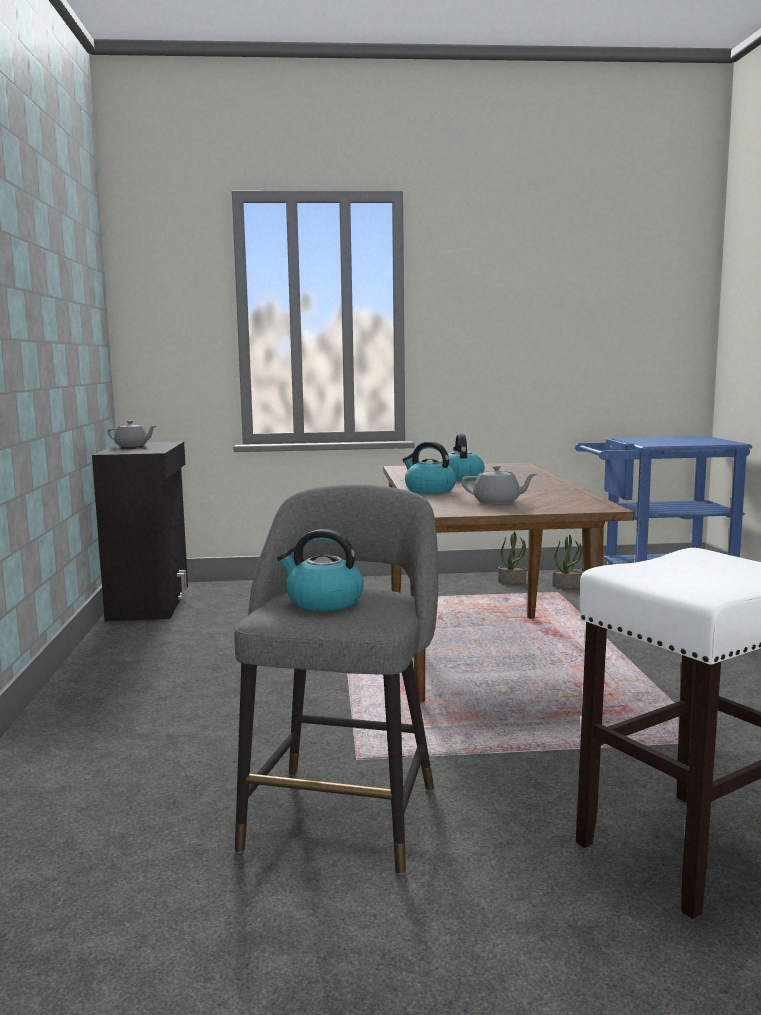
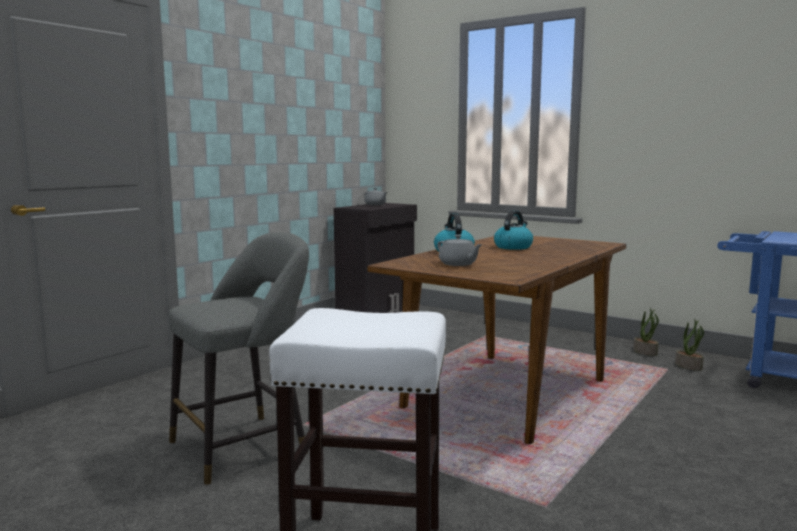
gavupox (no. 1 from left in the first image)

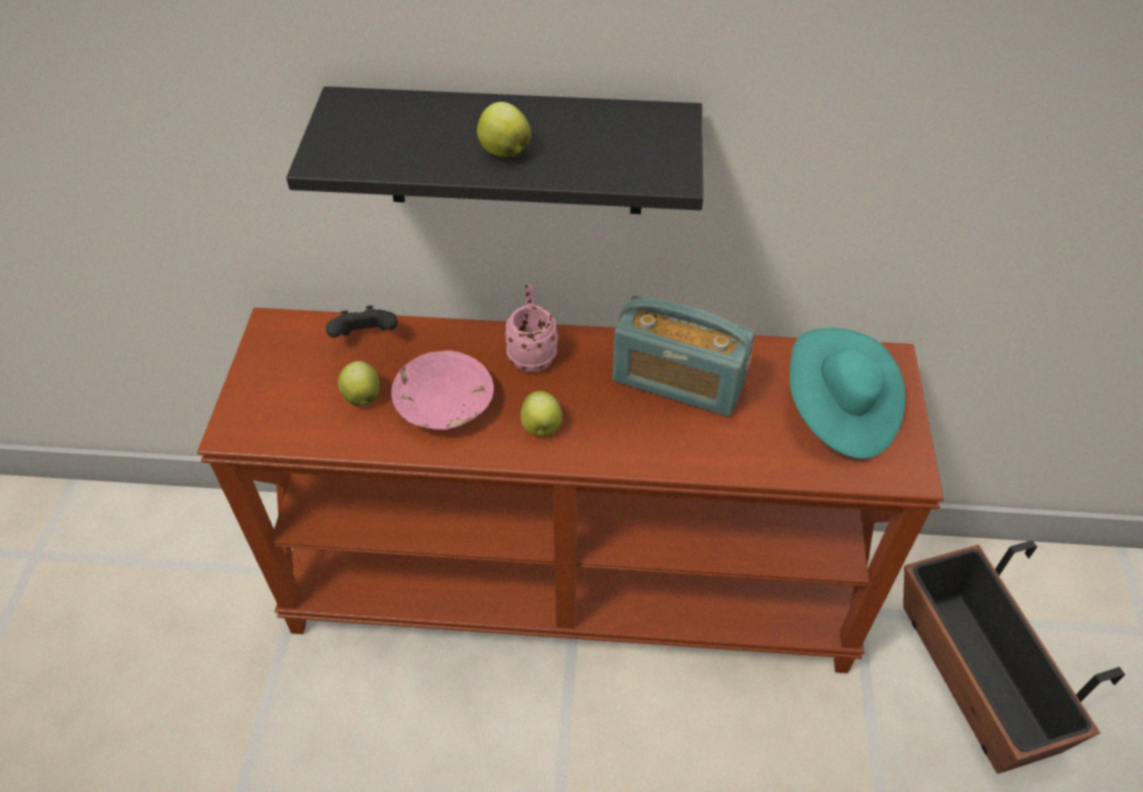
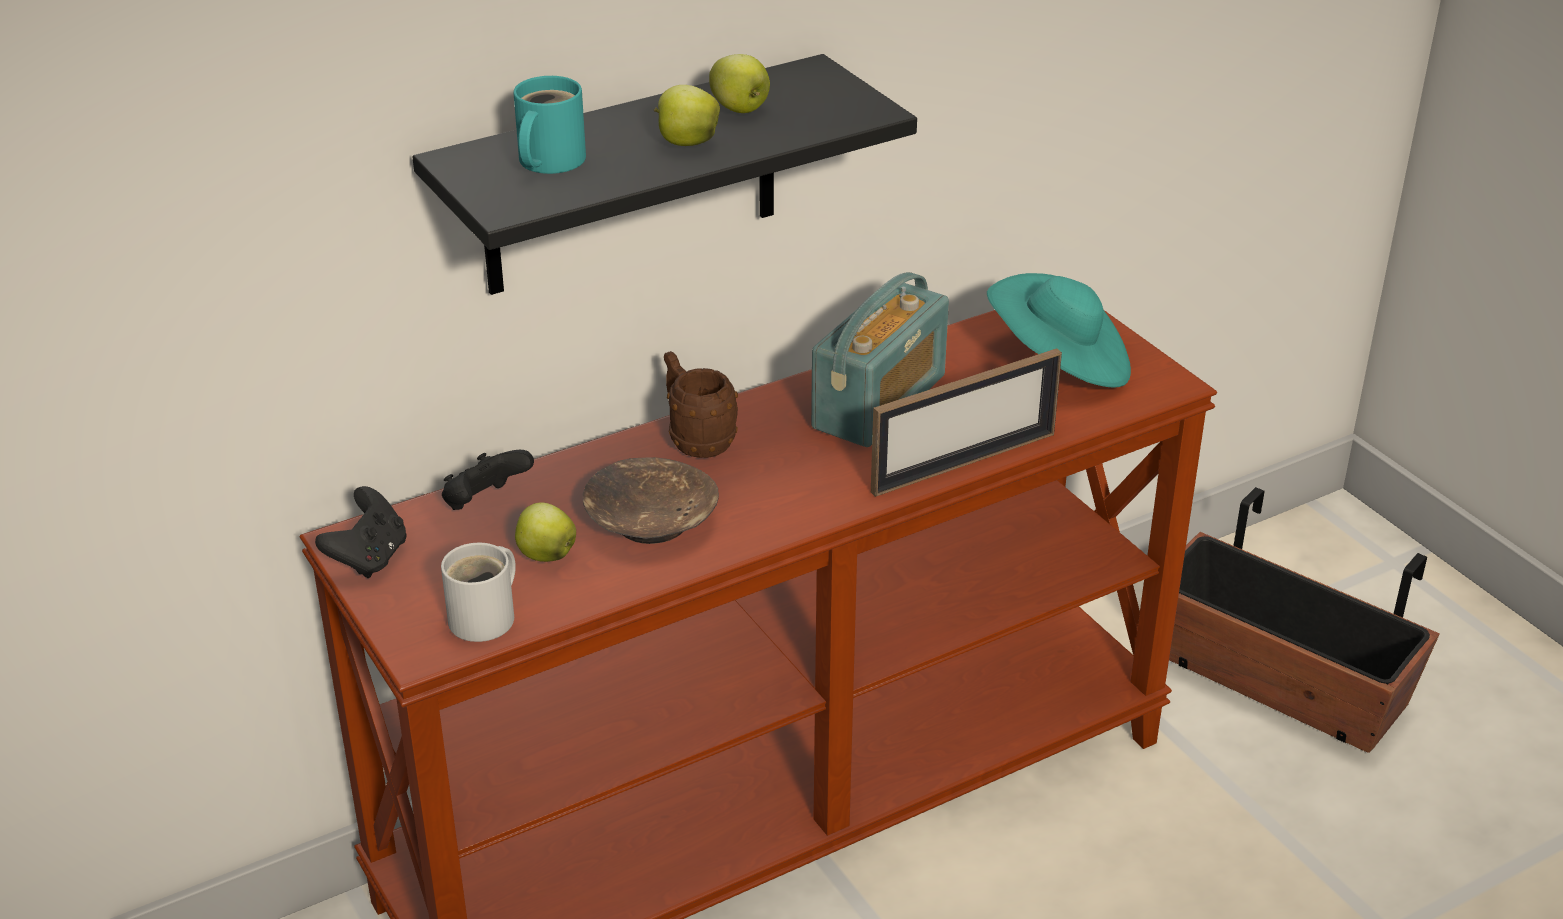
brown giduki
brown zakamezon
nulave (no. 3 from left)
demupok
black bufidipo (no. 1 from left)
white zakamezon
turquoise zakamezon
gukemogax

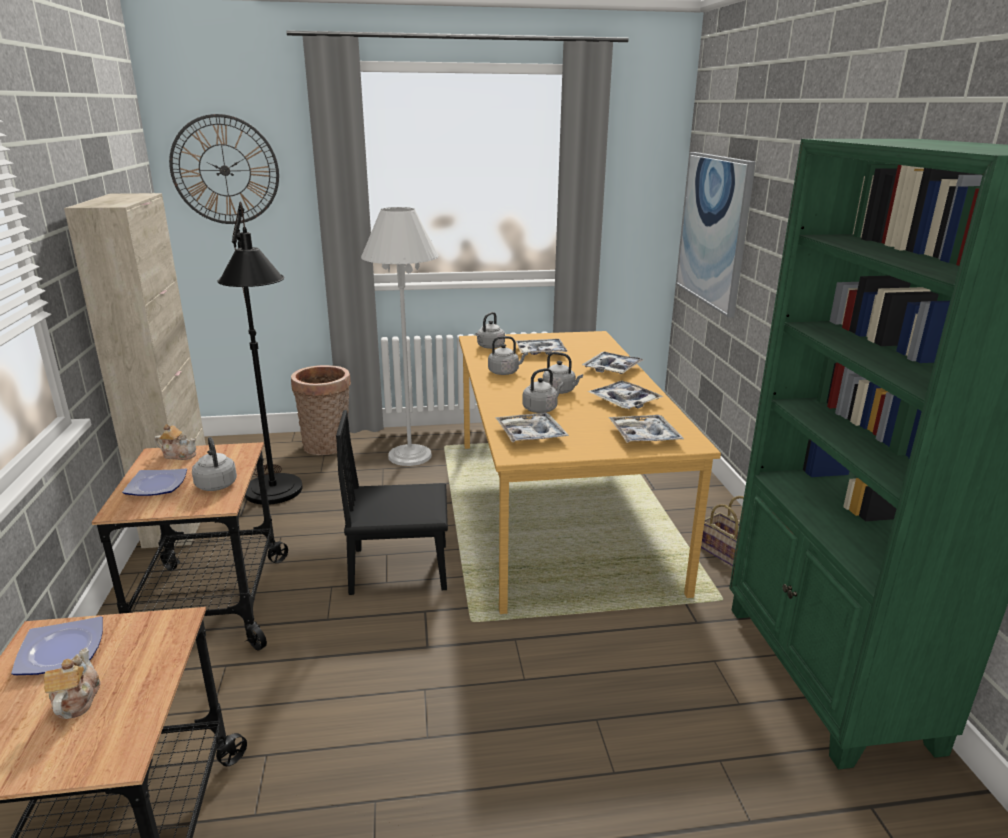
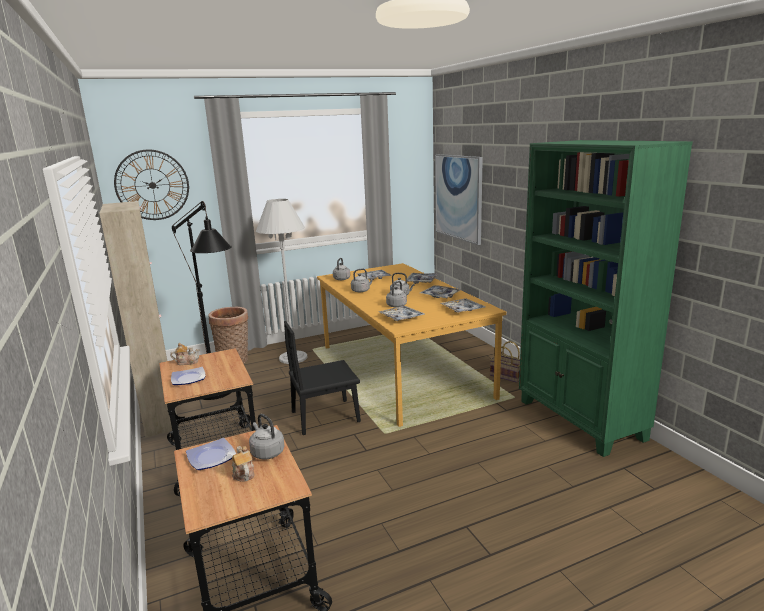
grey gavupox (no. 1 from left)

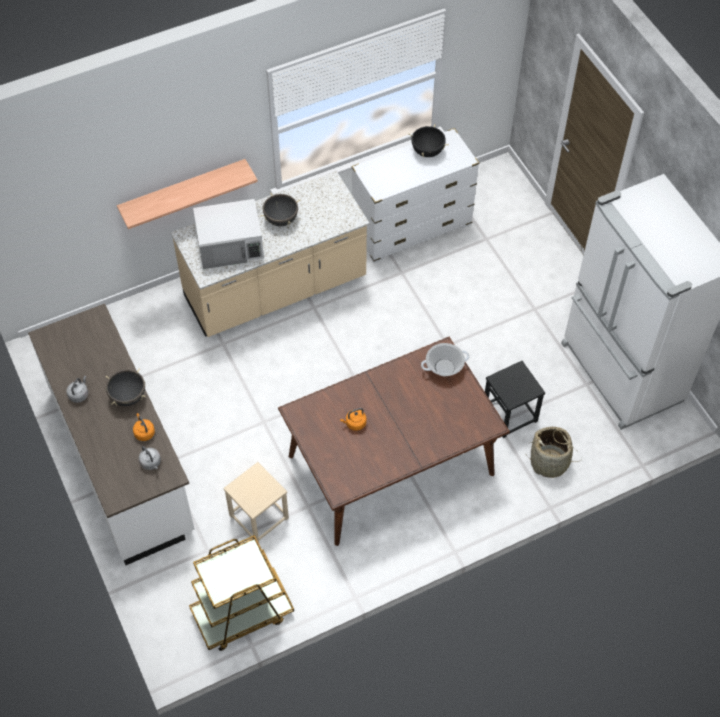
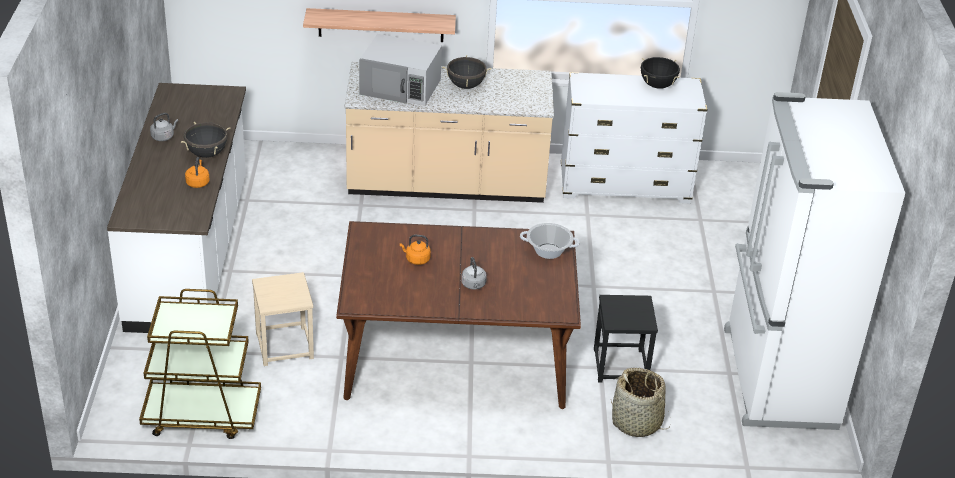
grey gavupox (no. 2 from left)

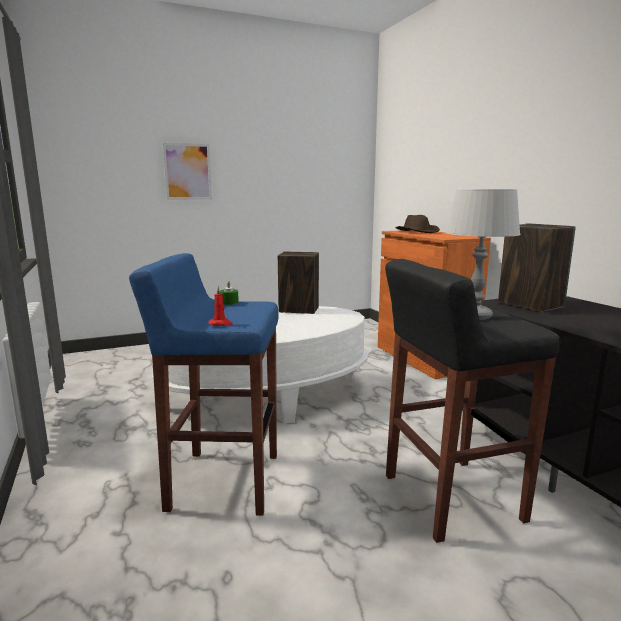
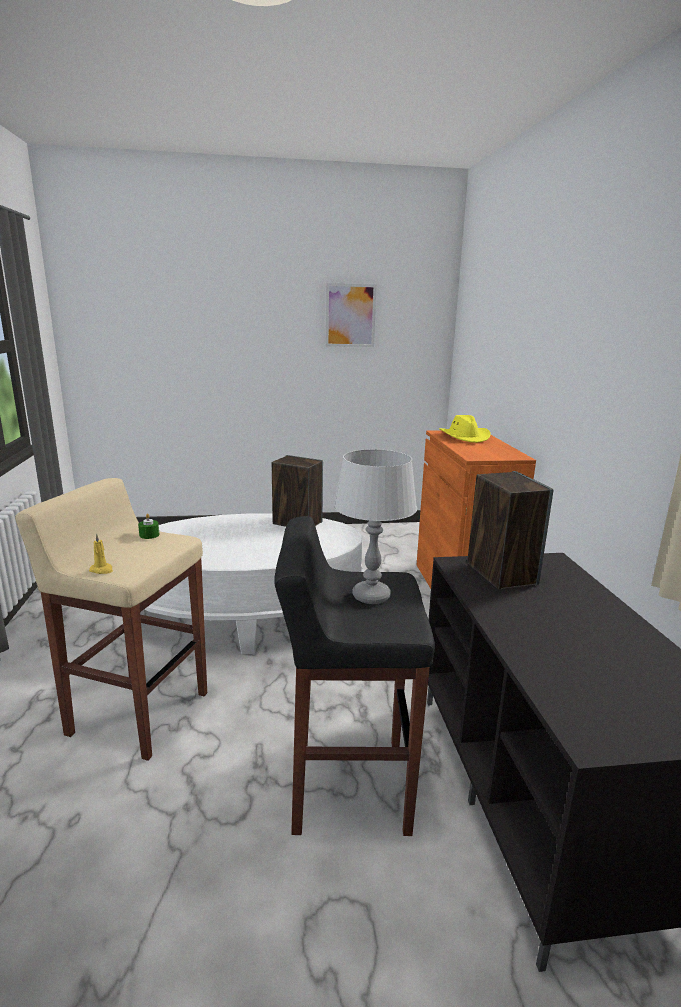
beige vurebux
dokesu
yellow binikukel
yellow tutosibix

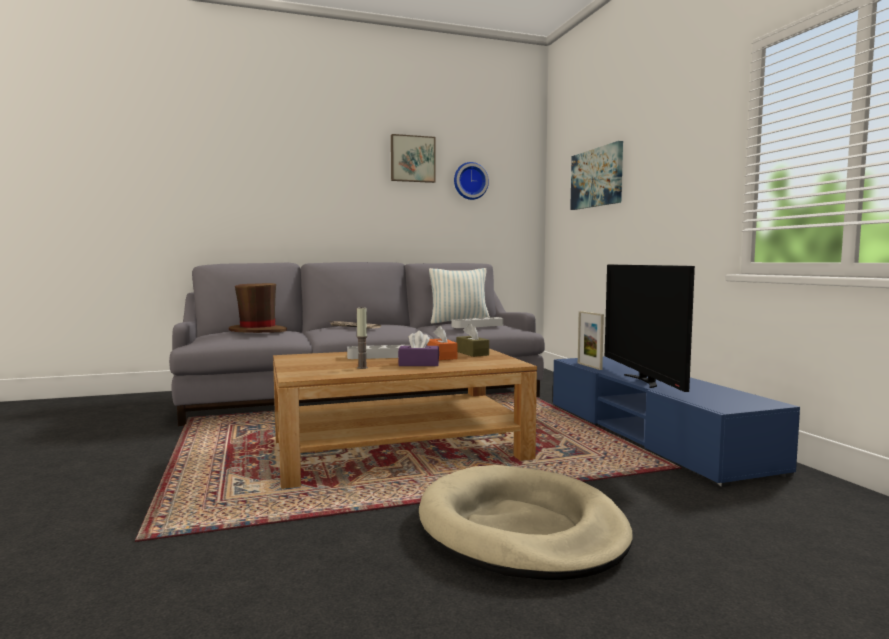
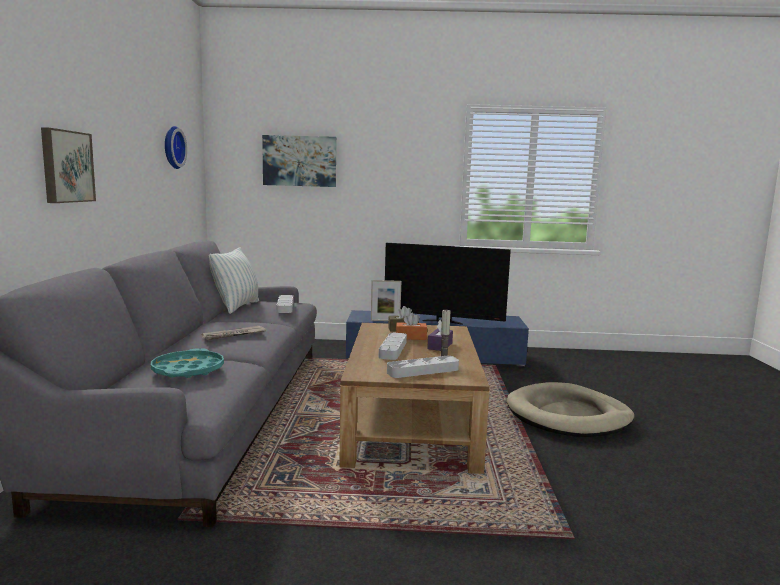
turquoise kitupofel
dokesu (no. 1 from left)
grey kitupofel (no. 3 from left)

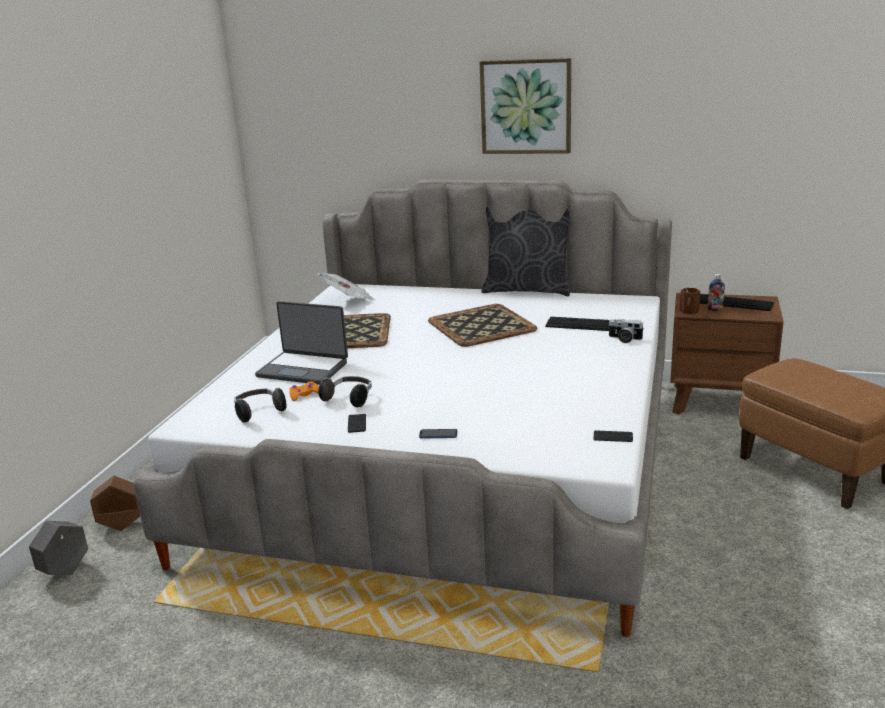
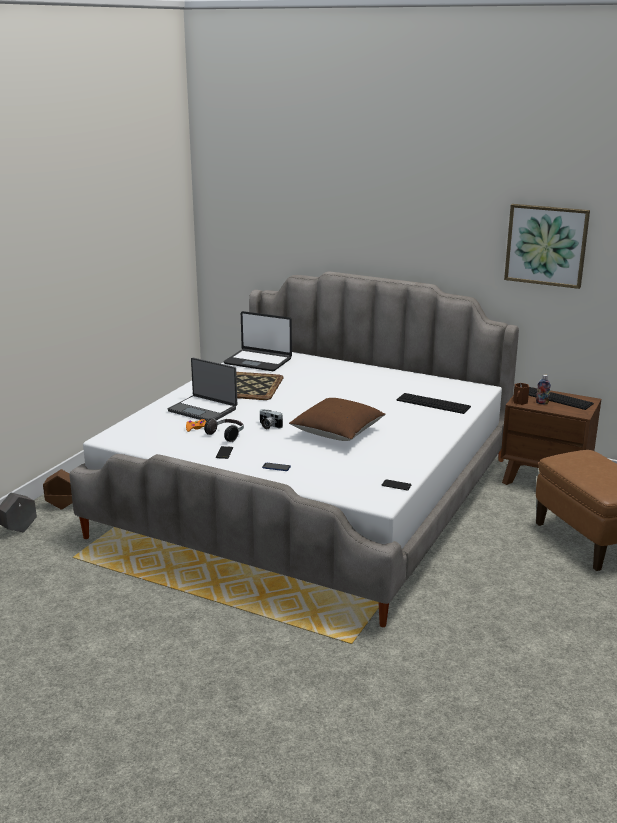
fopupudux (no. 1 from left in the first image)
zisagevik (no. 2 from left)
kitupofel (no. 2 from left in the first image)
dokesu
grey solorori
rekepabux
brown solorori

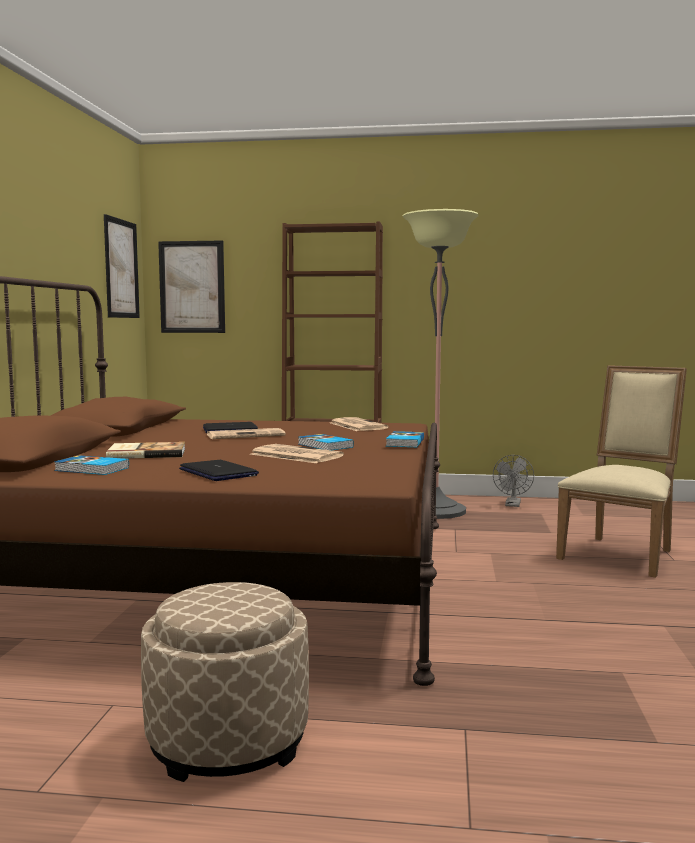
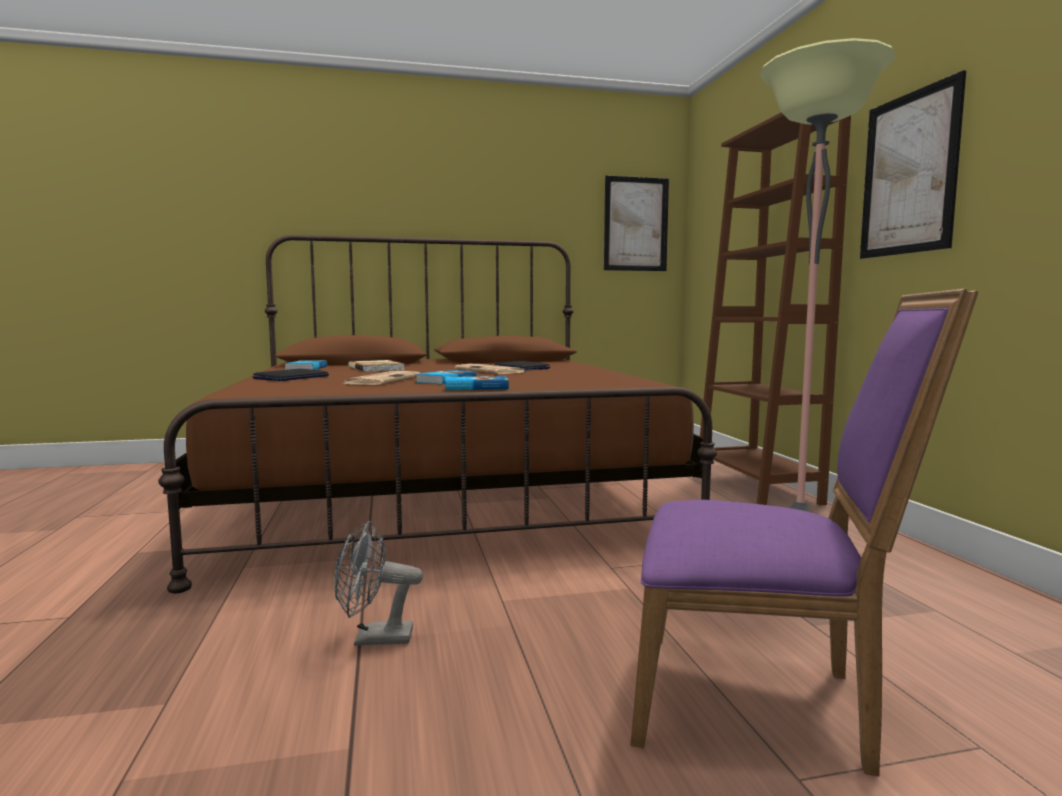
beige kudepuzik
dokesu (no. 2 from left)
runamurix (no. 3 from left in the first image)
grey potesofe
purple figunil

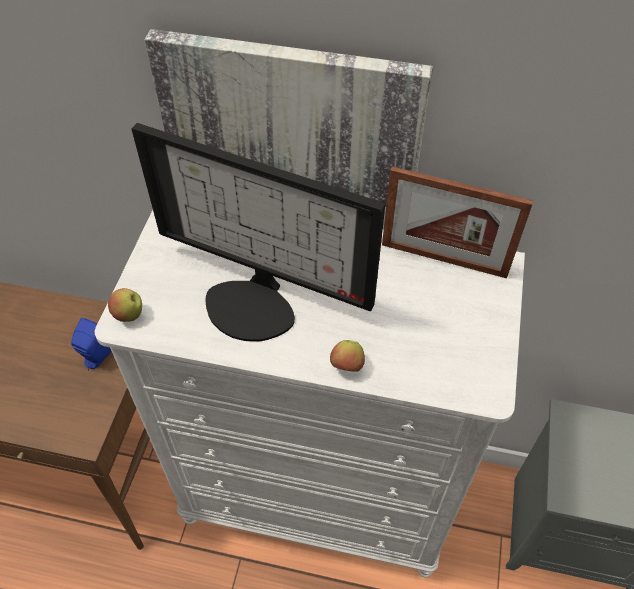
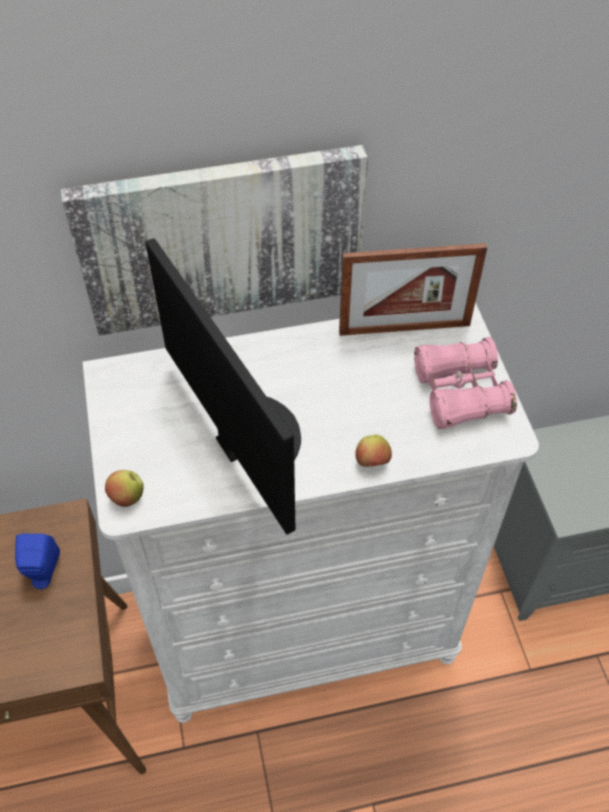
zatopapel
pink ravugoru

